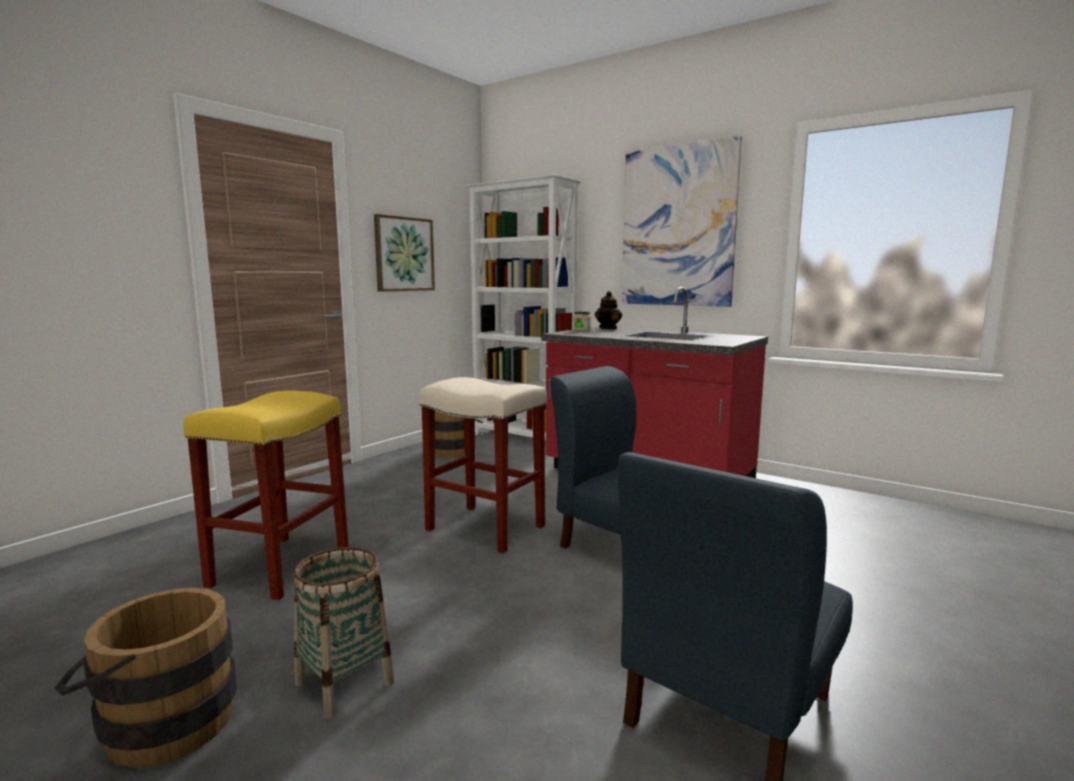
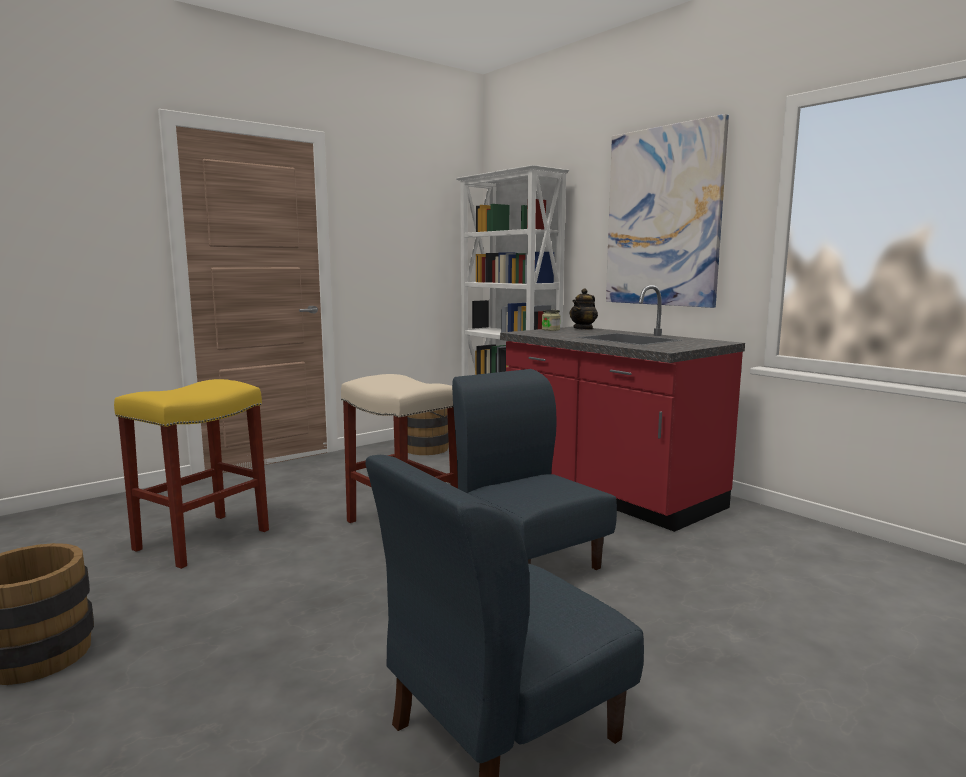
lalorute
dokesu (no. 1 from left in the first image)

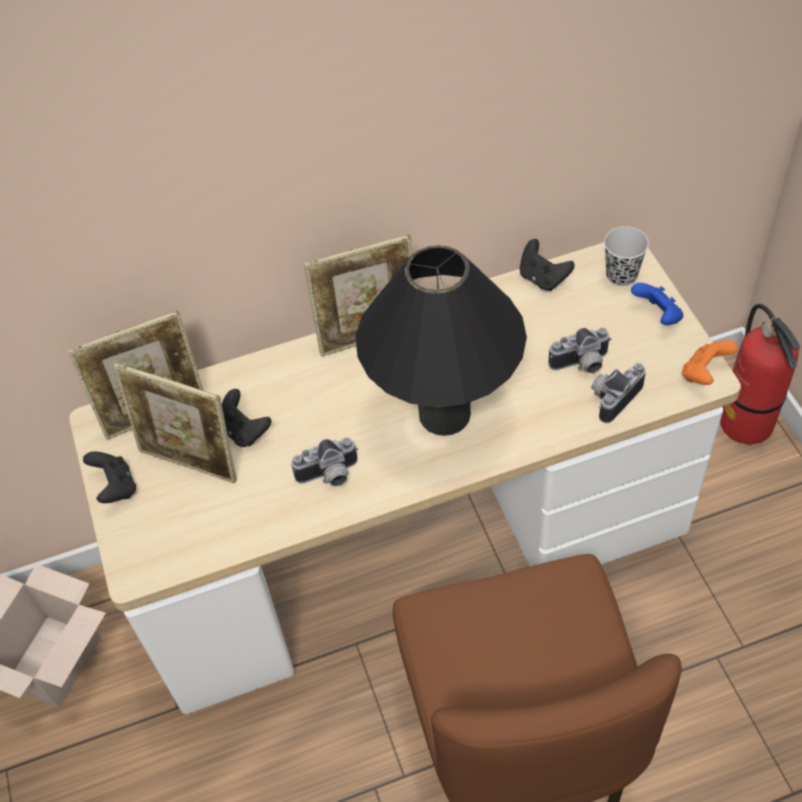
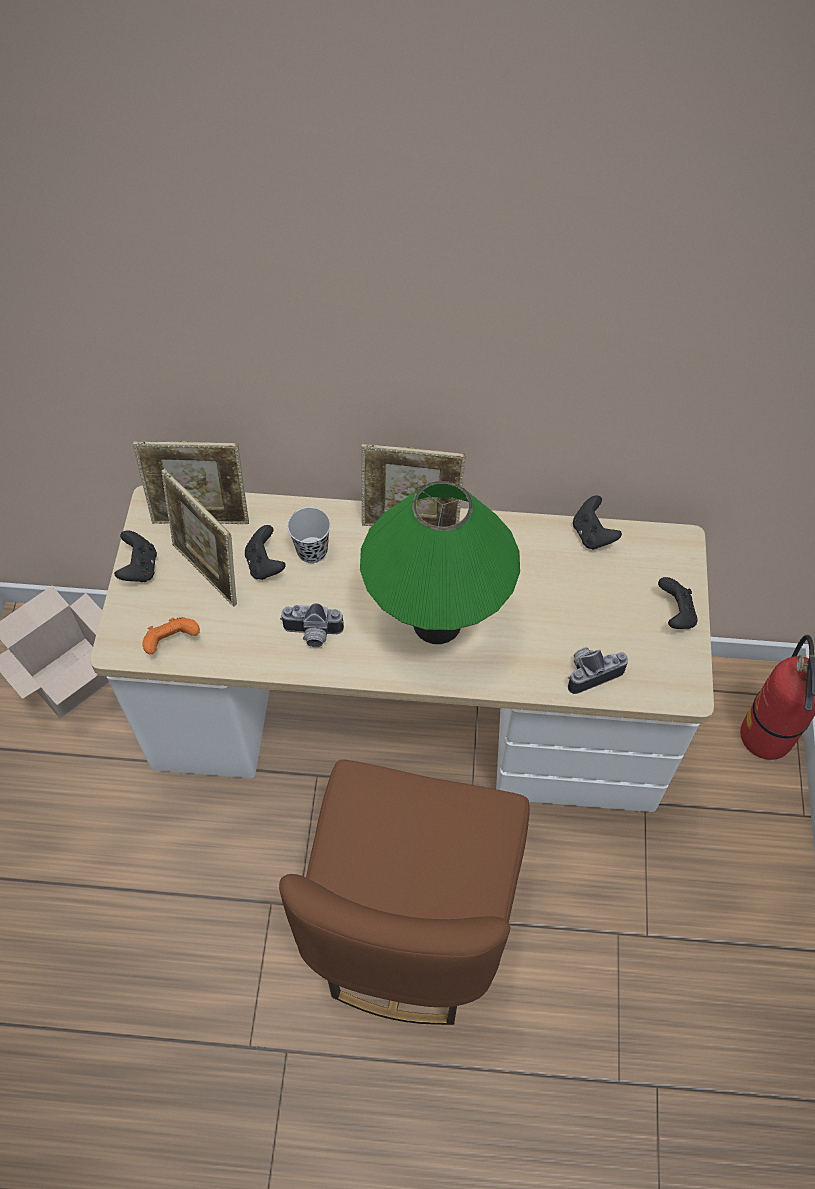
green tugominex
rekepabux (no. 2 from left in the first image)
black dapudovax
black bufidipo (no. 4 from left)
orange bufidipo

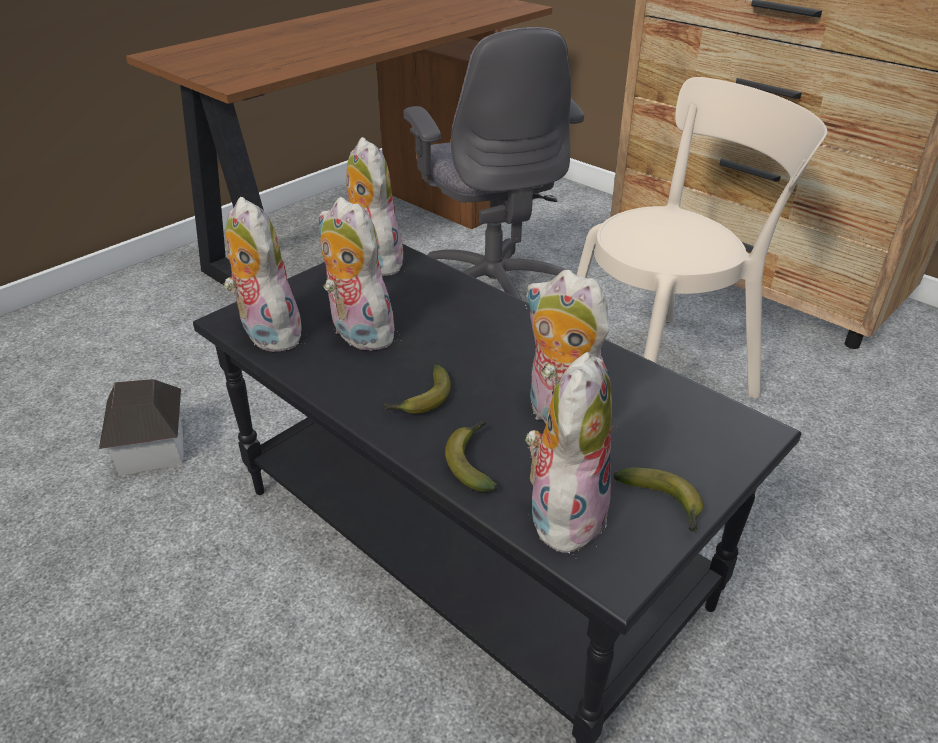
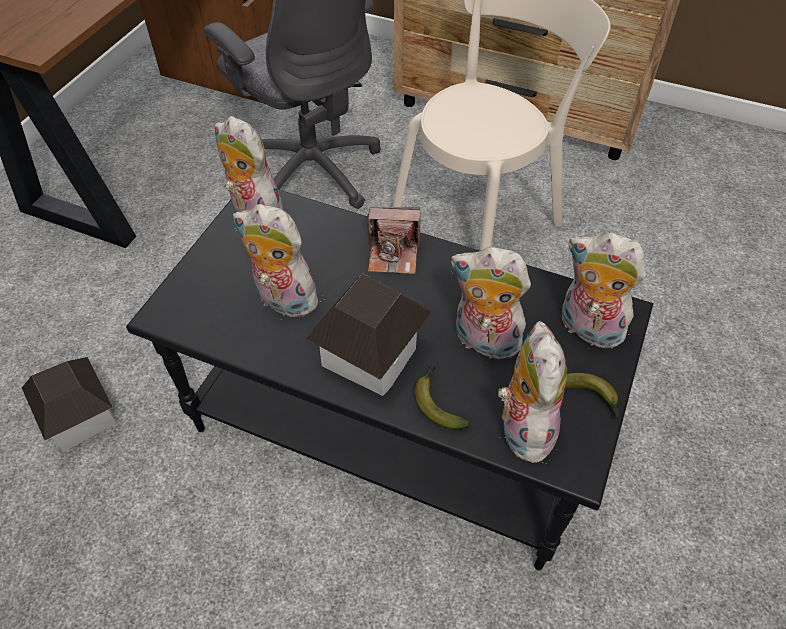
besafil (no. 5 from left)
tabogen (no. 2 from left)
rekepabux

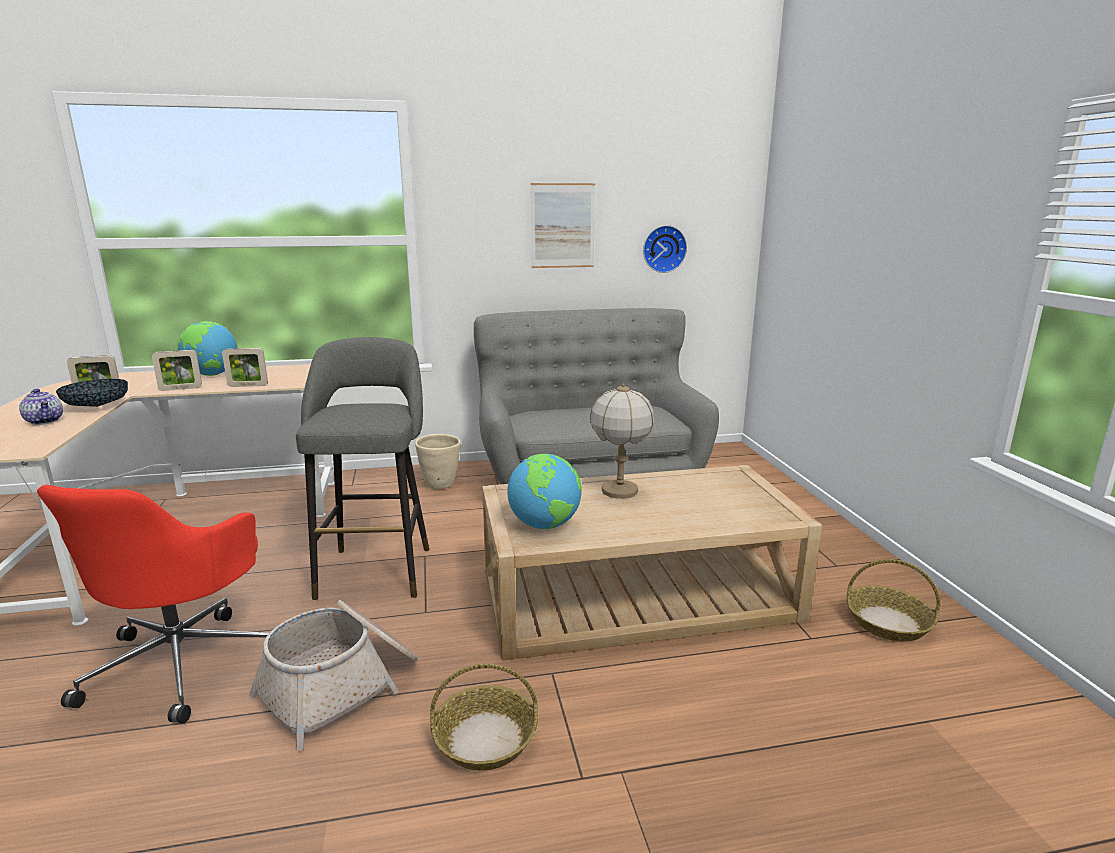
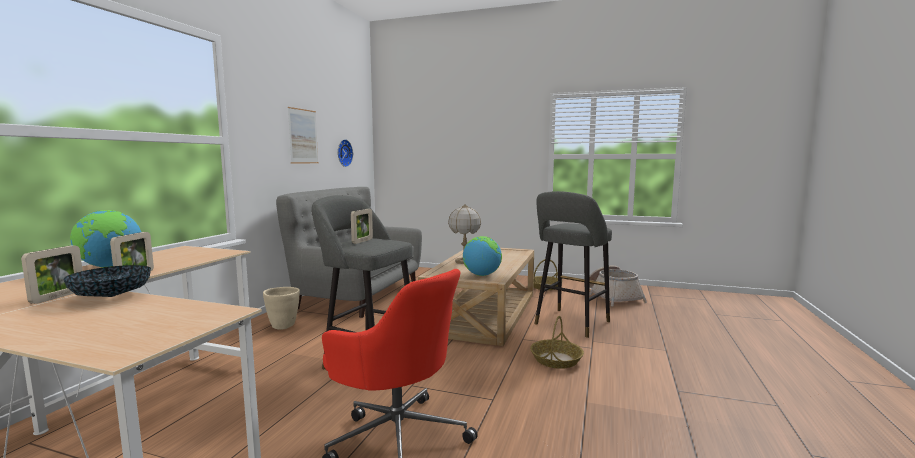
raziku
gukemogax (no. 3 from left)
lalorute (no. 3 from left)
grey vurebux (no. 2 from left)

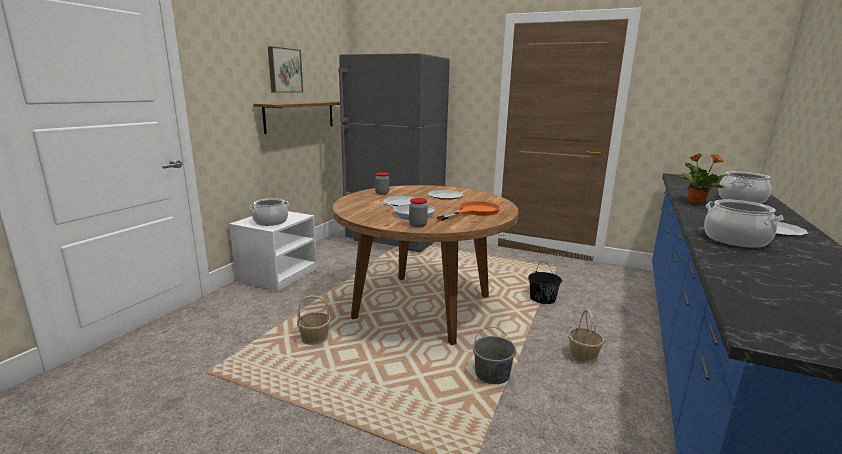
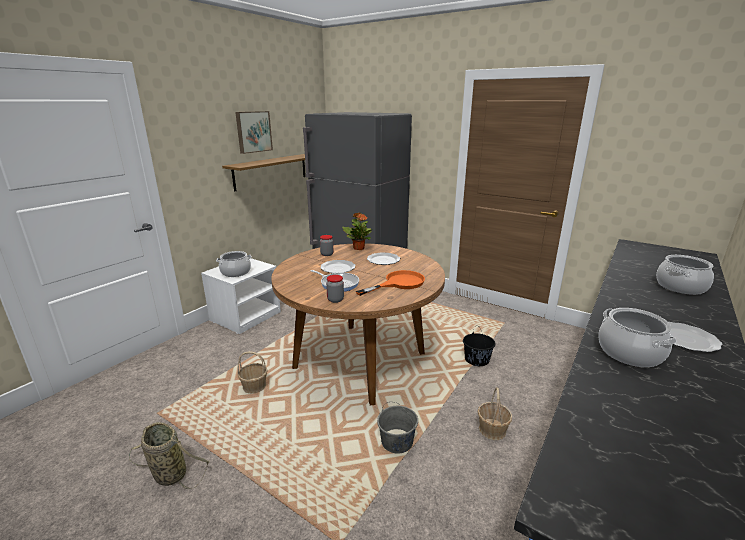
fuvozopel
lalorute (no. 1 from left)

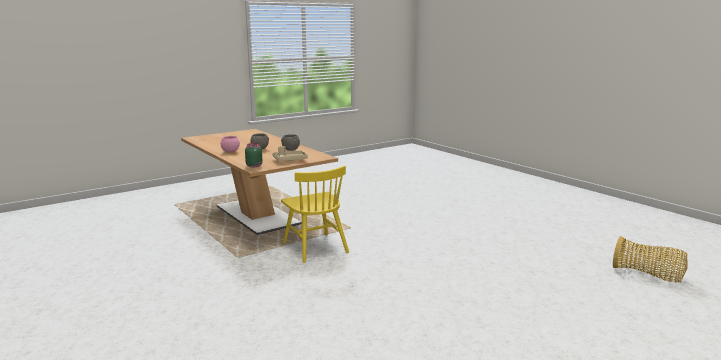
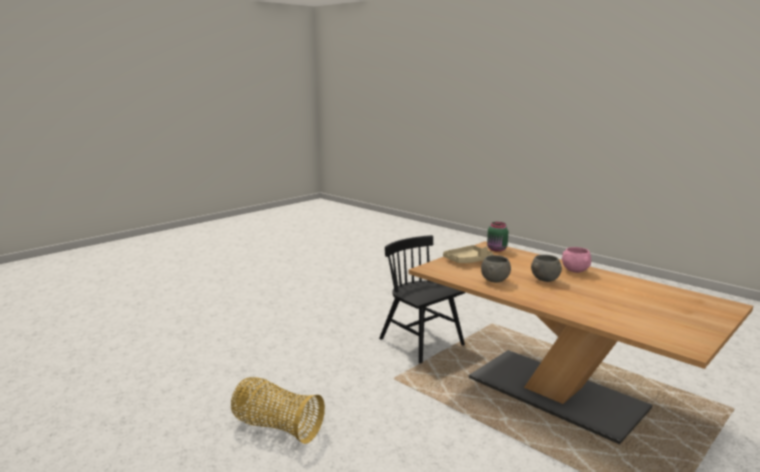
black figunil
lalorute

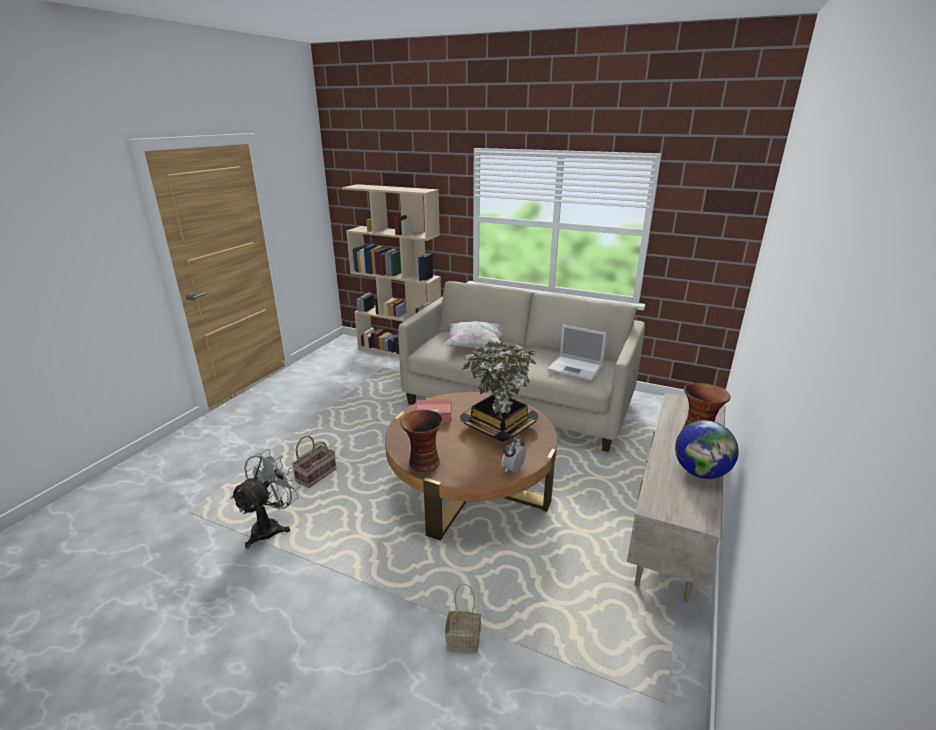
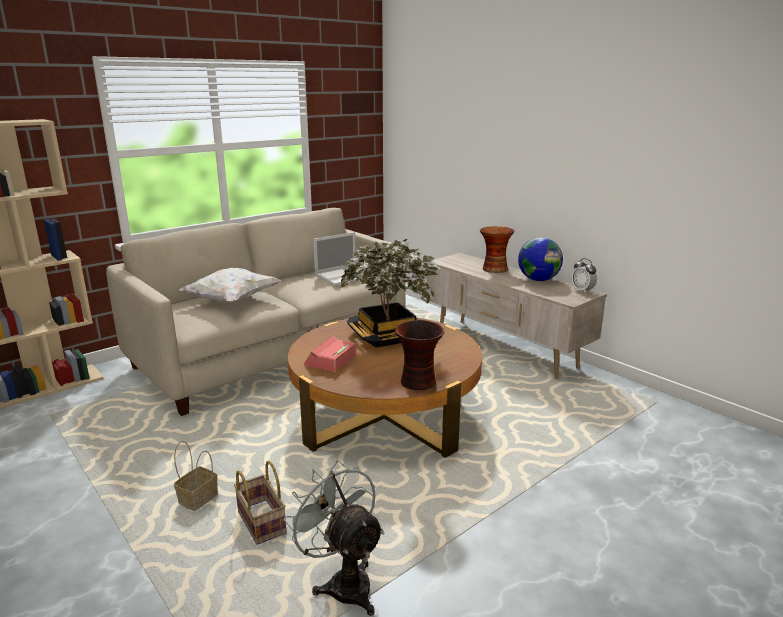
lalorute (no. 1 from left)
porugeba (no. 2 from left)

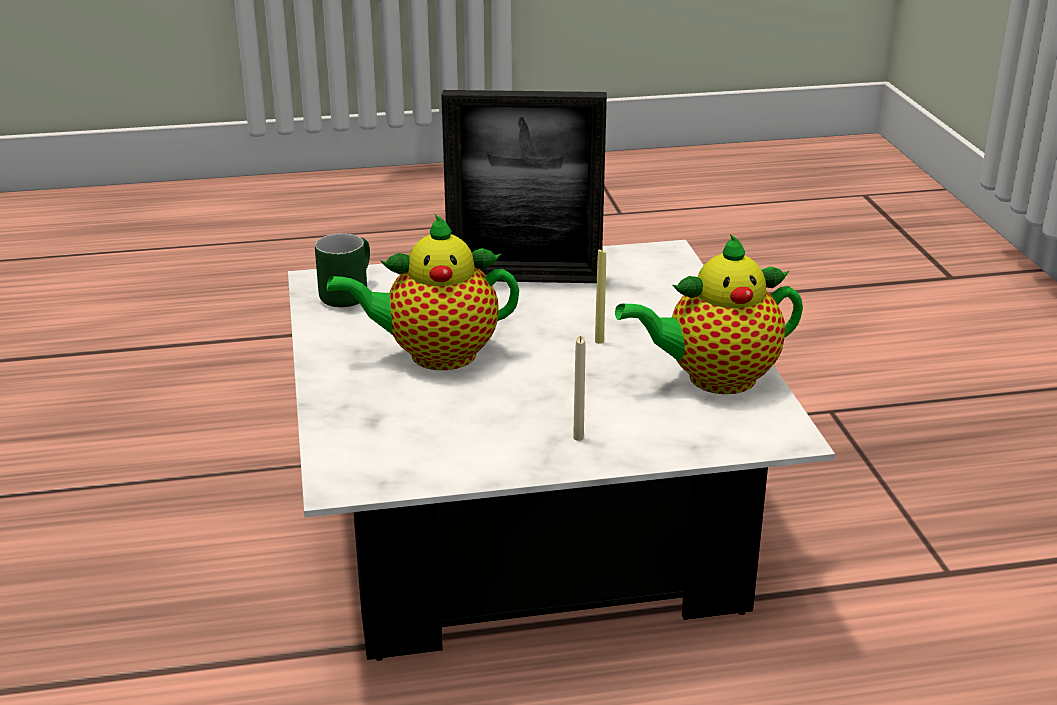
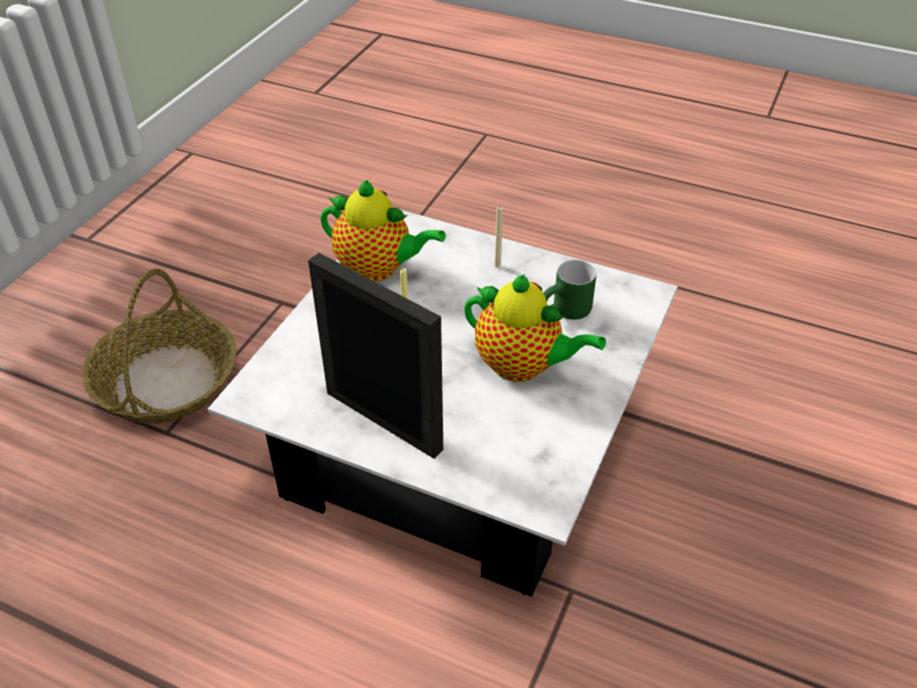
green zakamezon
lalorute

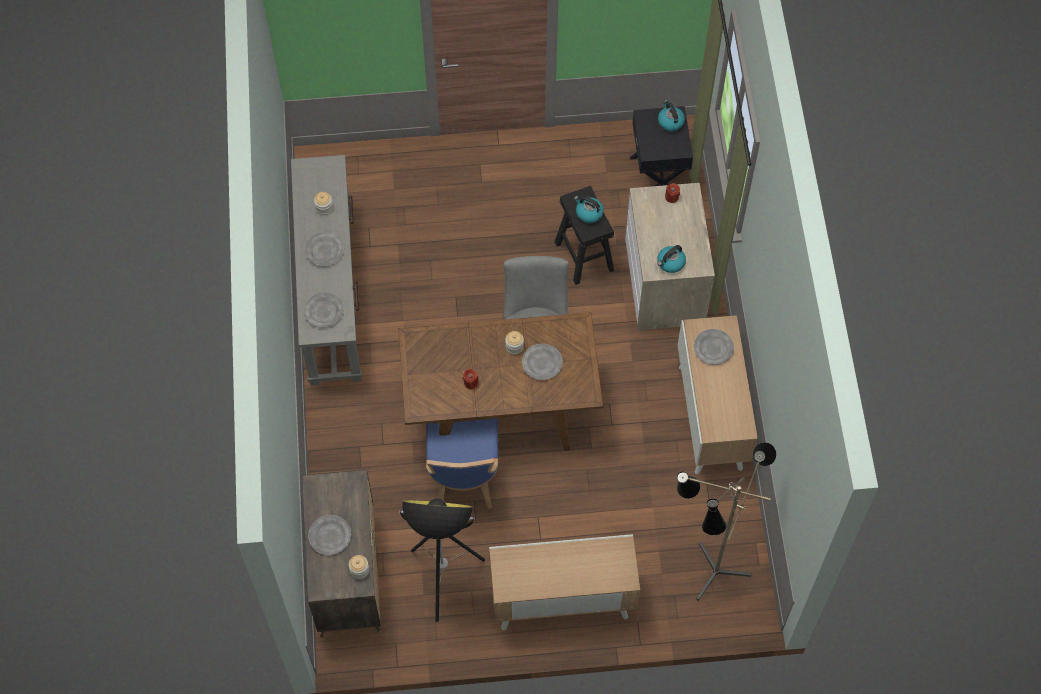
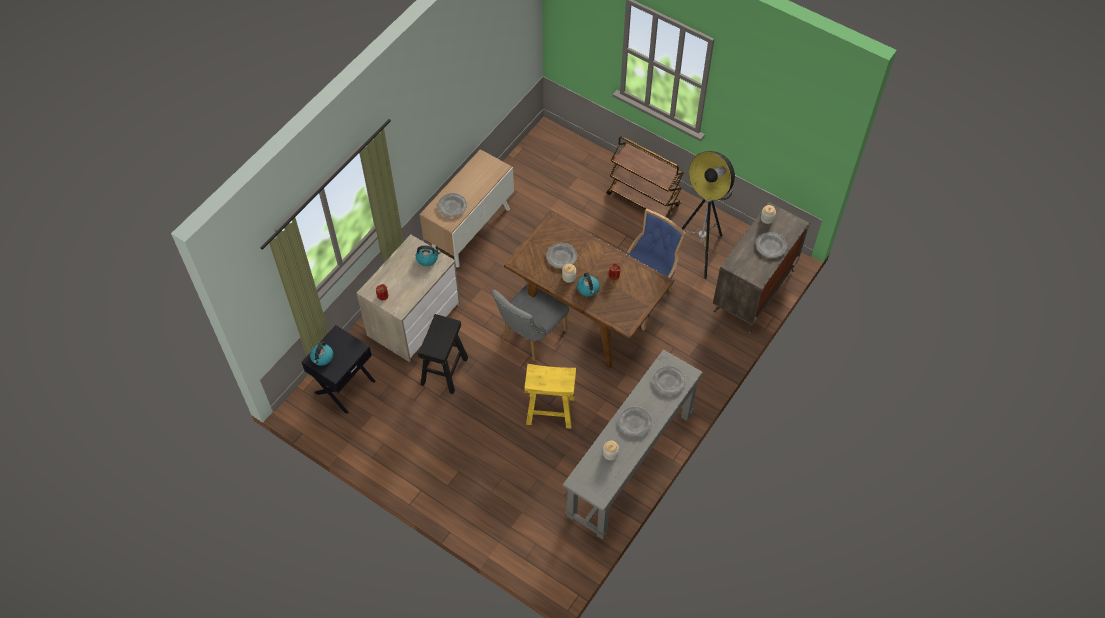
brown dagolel
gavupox (no. 3 from left)
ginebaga (no. 2 from left in the first image)
yellow vurebux

